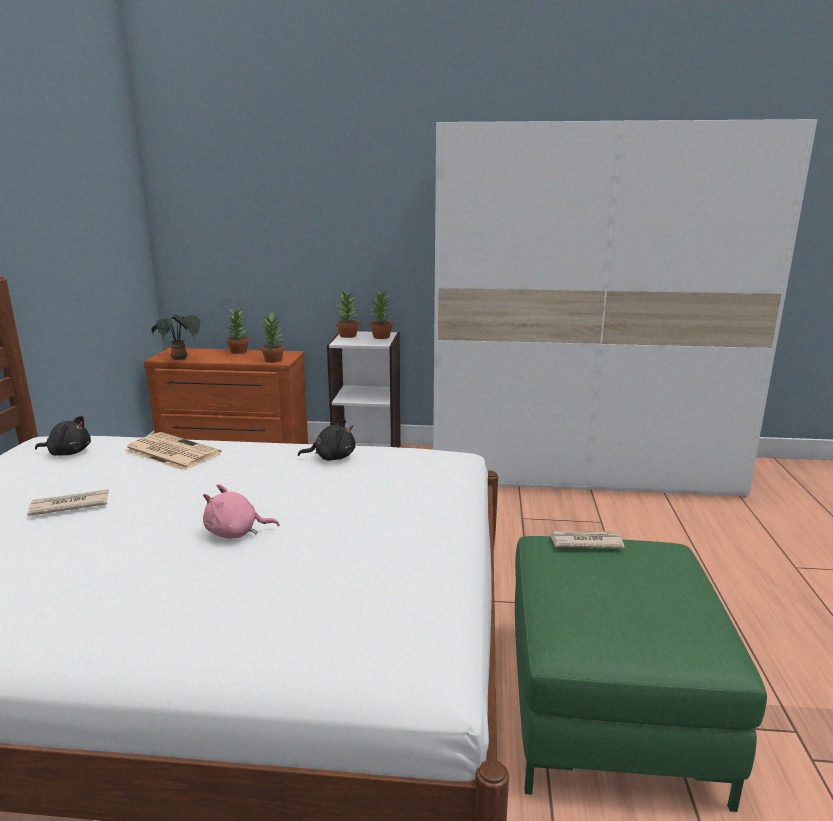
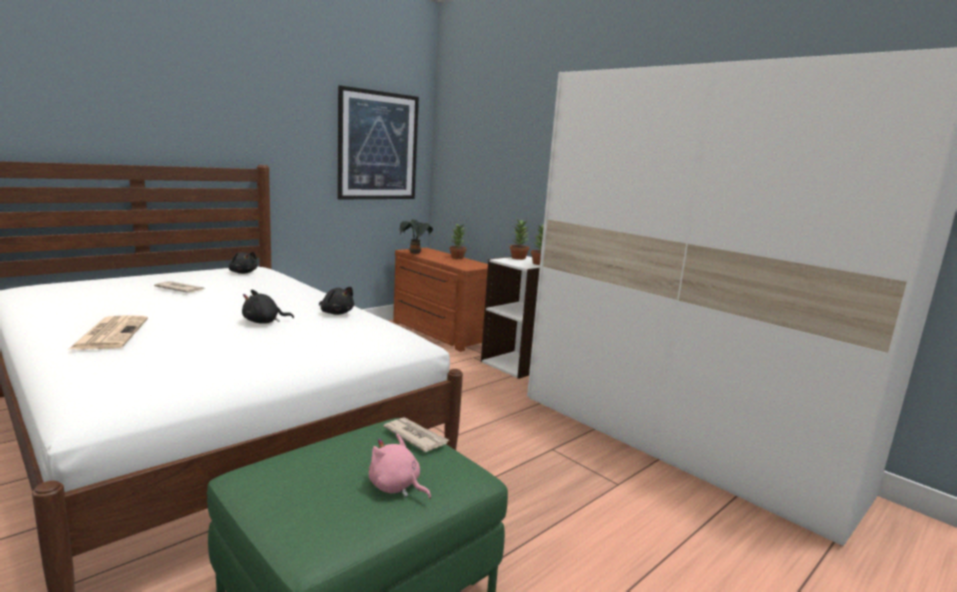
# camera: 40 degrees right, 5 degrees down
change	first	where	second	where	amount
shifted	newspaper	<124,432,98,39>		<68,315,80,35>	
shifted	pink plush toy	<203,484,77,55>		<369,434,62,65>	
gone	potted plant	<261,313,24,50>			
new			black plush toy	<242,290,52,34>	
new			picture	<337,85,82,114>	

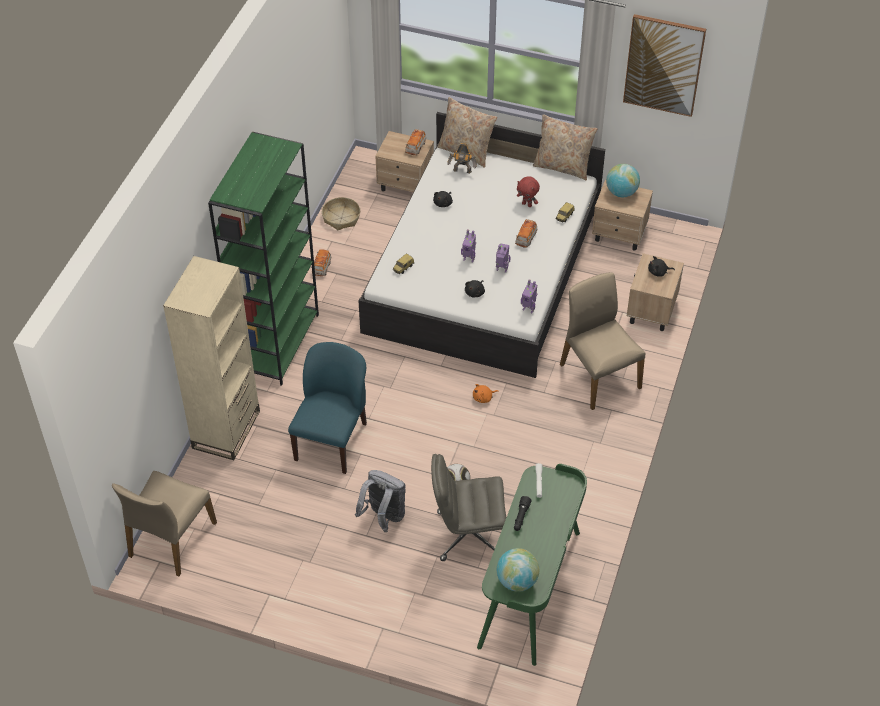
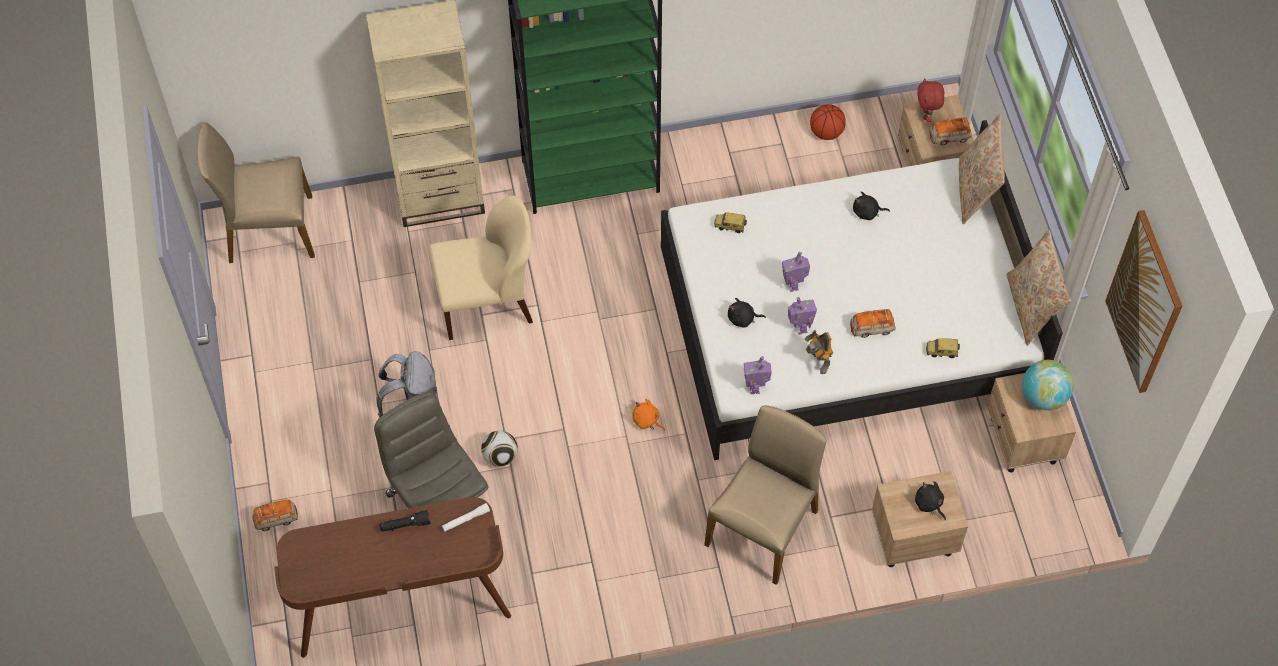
# camera: 60 degrees right, 10 degrees up
change	first	where	second	where	amount
repainted	blue chair	<288,342,79,132>	beige chair	<429,195,104,145>	
shifted	toy car	<314,249,17,27>		<252,499,46,32>	
swapped	basket	<322,197,38,33>	basketball	<810,104,36,36>	
shifted	toy robot	<447,143,30,31>		<805,330,28,44>	
repainted	green desk	<477,464,110,202>	brown desk	<275,497,236,161>	
gone	globe	<497,548,42,44>			
shifted	red plush toy	<517,176,23,31>		<917,78,27,44>	

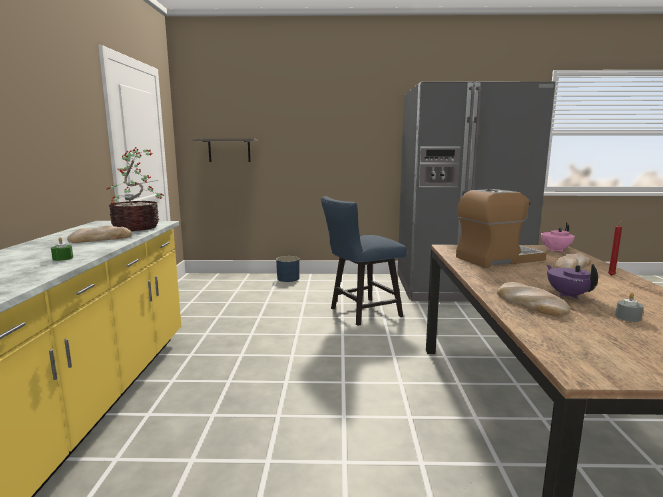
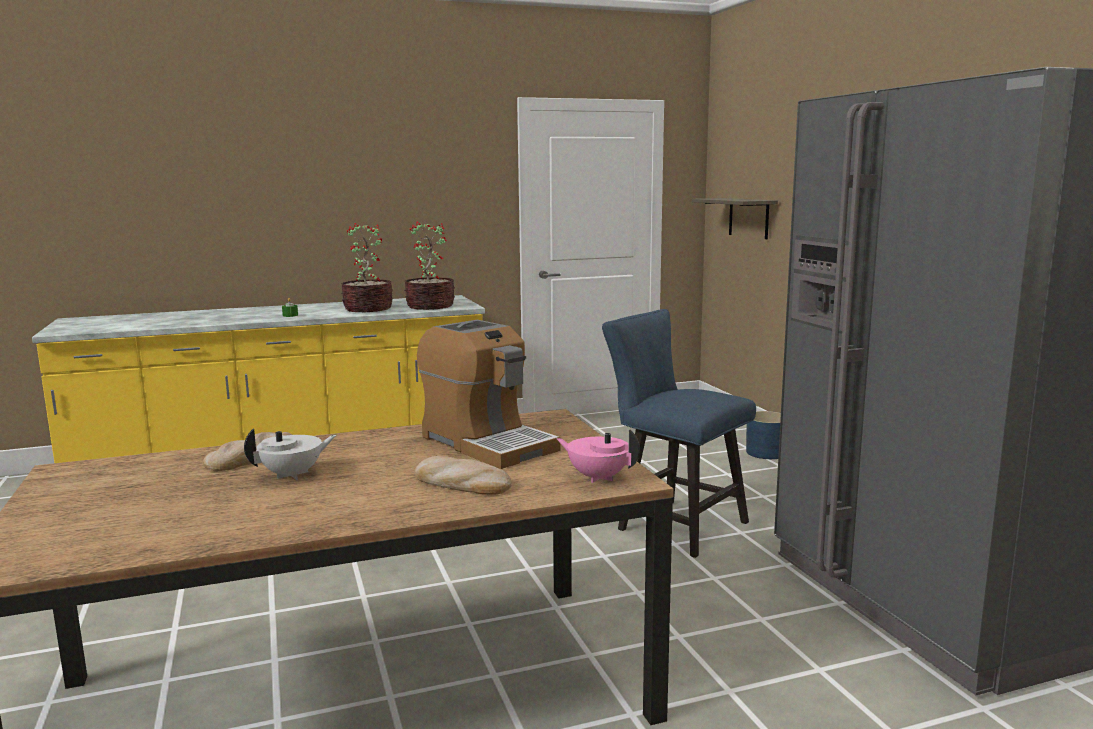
# camera: 70 degrees right, 0 degrees up
change	first	where	second	where	amount
swapped	bread	<67,226,65,17>	potted plant	<341,223,52,89>	
repainted	purple teapot	<547,264,51,35>	white teapot	<244,429,92,51>	
gone	red candle	<608,220,15,56>			
gone	grey candle	<615,293,29,29>			

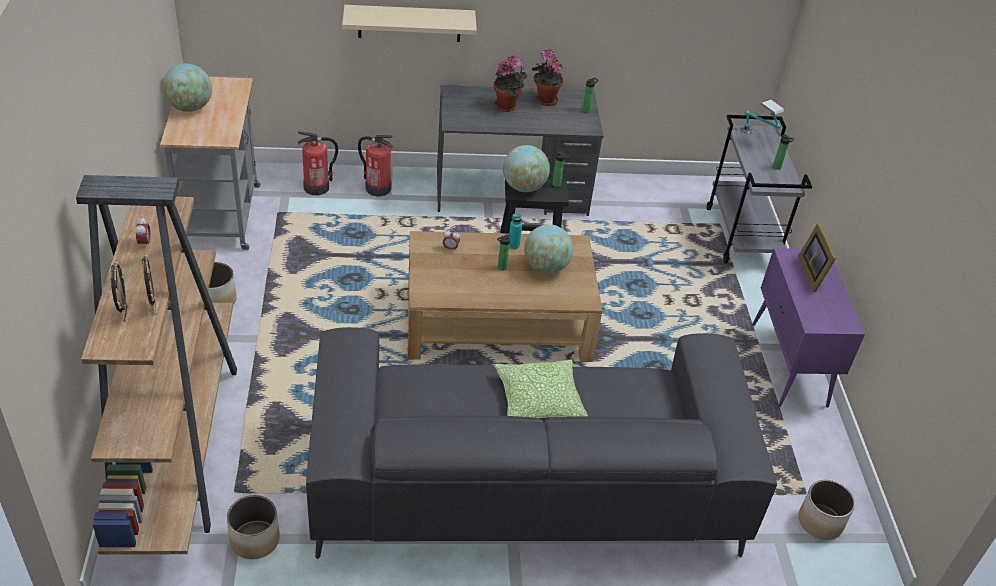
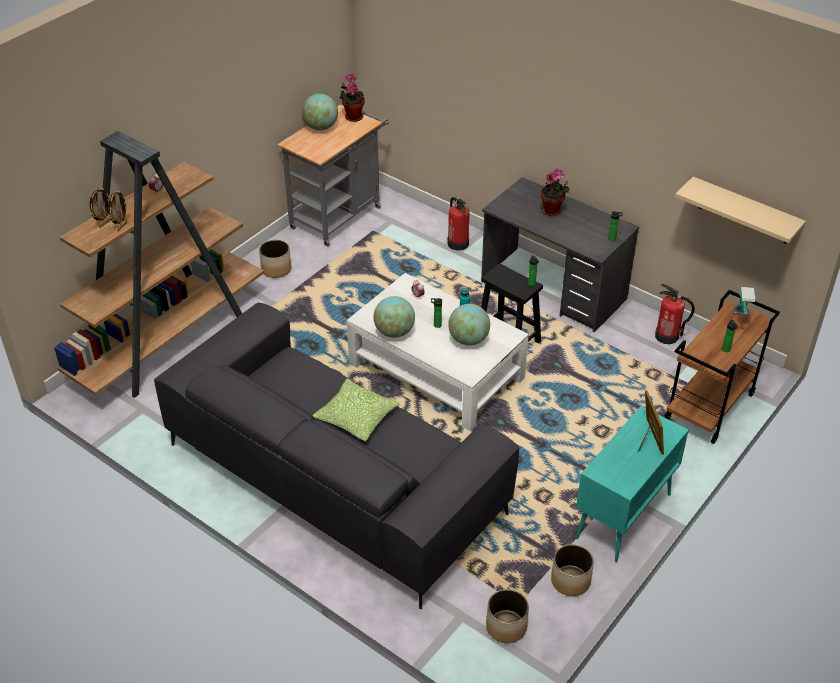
# camera: 45 degrees right, 0 degrees up
change	first	where	second	where	amount
shifted	planter	<227,495,53,64>		<551,544,43,52>	
shifted	fire extinguisher	<298,132,40,63>		<655,284,40,60>	
shifted	beige shelf	<342,5,135,37>		<675,177,131,67>	
repainted	brown coffee table	<408,231,194,131>	white coffee table	<347,273,182,158>	
shifted	globe	<503,145,47,47>		<373,296,42,42>	
shifted	potted plant	<532,49,31,57>		<339,74,26,48>	
repainted	grey cart	<707,115,105,149>	brown cart	<664,290,116,154>	
repainted	purple cabinet	<752,248,113,160>	turquoise cabinet	<575,406,114,156>	
rotated	picture frame	<798,223,38,69>		<638,390,26,65>	135 degrees clockwise

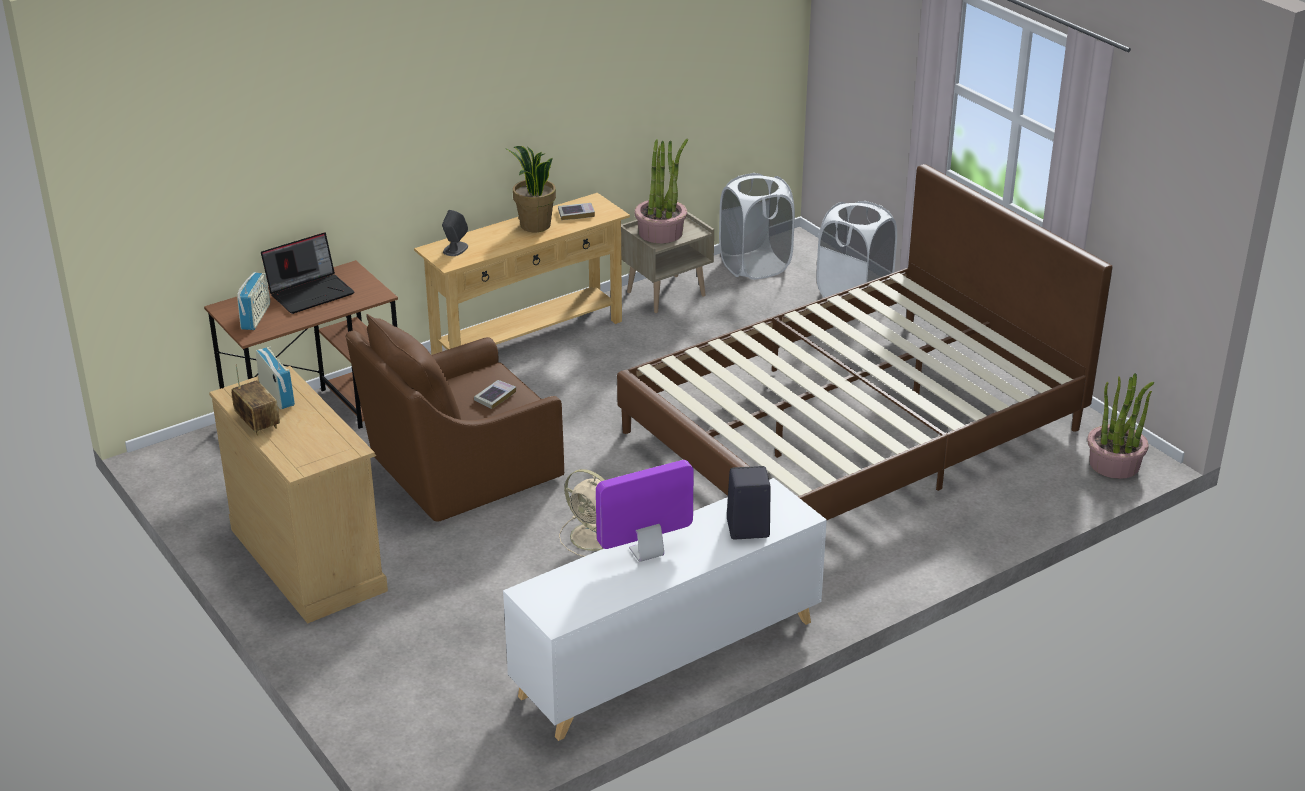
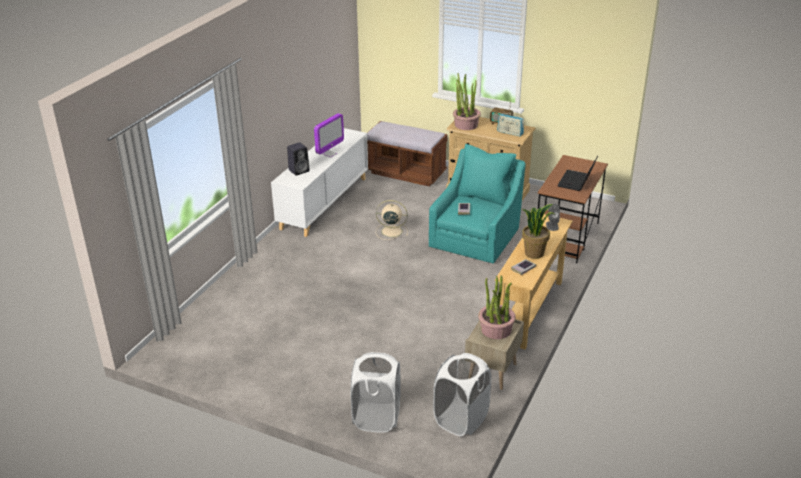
# camera: 150 degrees right, 0 degrees up
change	first	where	second	where	amount
gone	radio	<237,272,33,58>			
repainted	brown armchair	<345,314,219,208>	turquoise armchair	<429,144,97,120>	
gone	brown bed	<617,164,495,356>			
shifted	potted plant	<1087,373,67,106>		<453,73,28,57>	
new			brown bench	<367,121,81,65>	

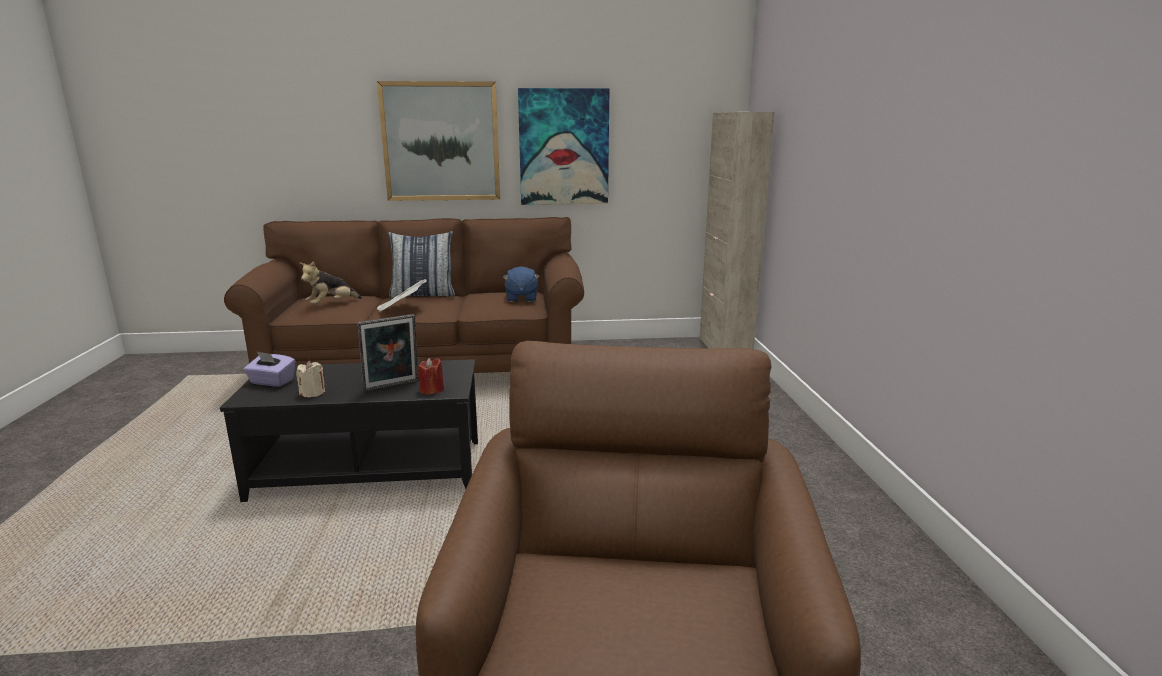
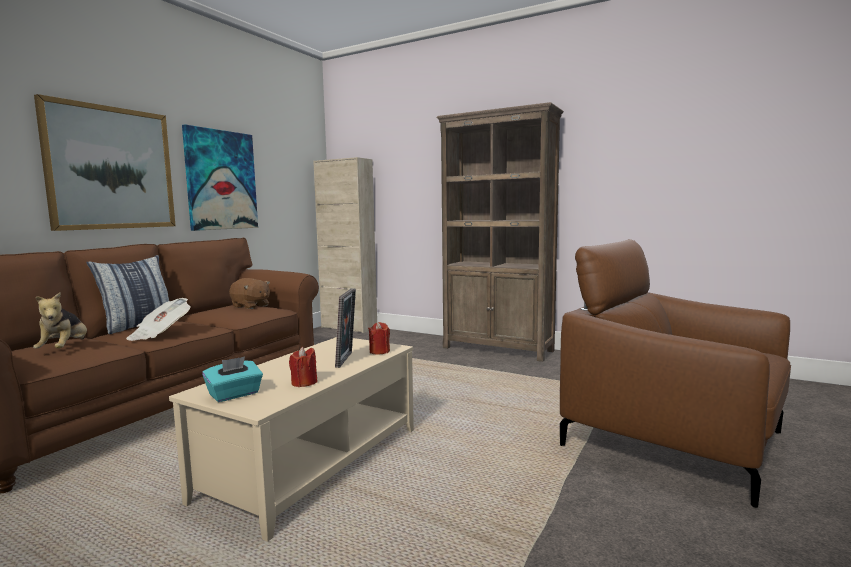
# camera: 55 degrees left, 10 degrees down
change	first	where	second	where	amount
repainted	black coffee table	<220,359,258,143>	beige coffee table	<169,337,245,205>	
repainted	purple tissue box	<244,351,51,36>	turquoise tissue box	<202,356,61,46>	
repainted	beige candle	<296,361,29,36>	red candle	<289,347,29,40>	
repainted	blue plush toy	<503,266,37,36>	brown plush toy	<229,278,41,31>	
new			brown bookcase	<436,102,128,260>	

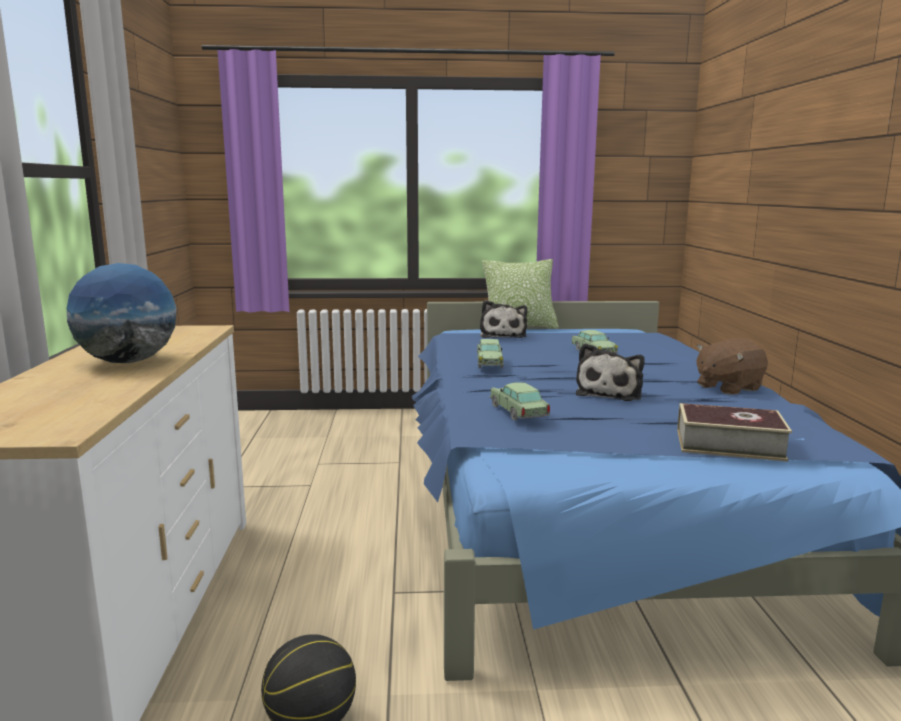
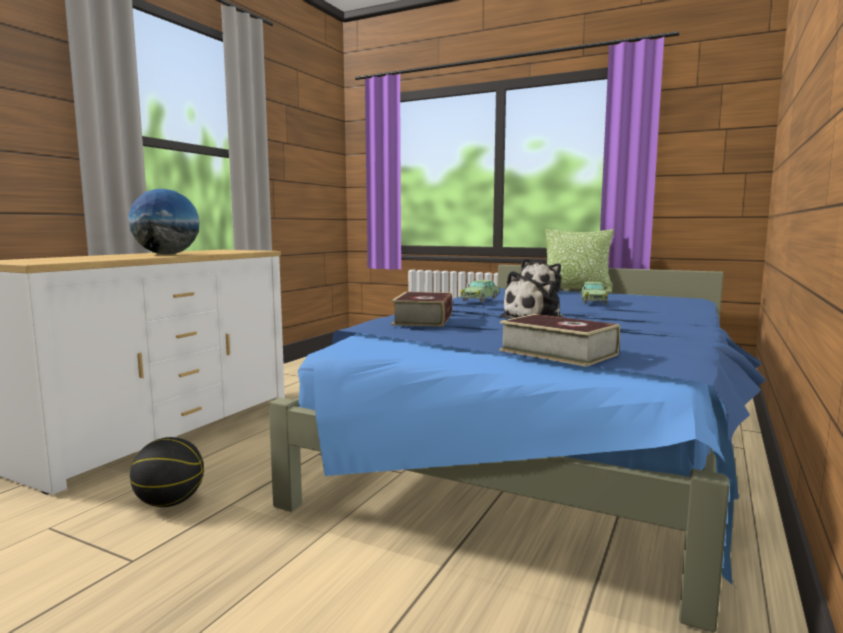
# camera: 30 degrees right, 5 degrees down
change	first	where	second	where	amount
swapped	toy car	<490,382,60,38>	book	<391,292,62,35>	
gone	brown plush toy	<697,339,71,56>			

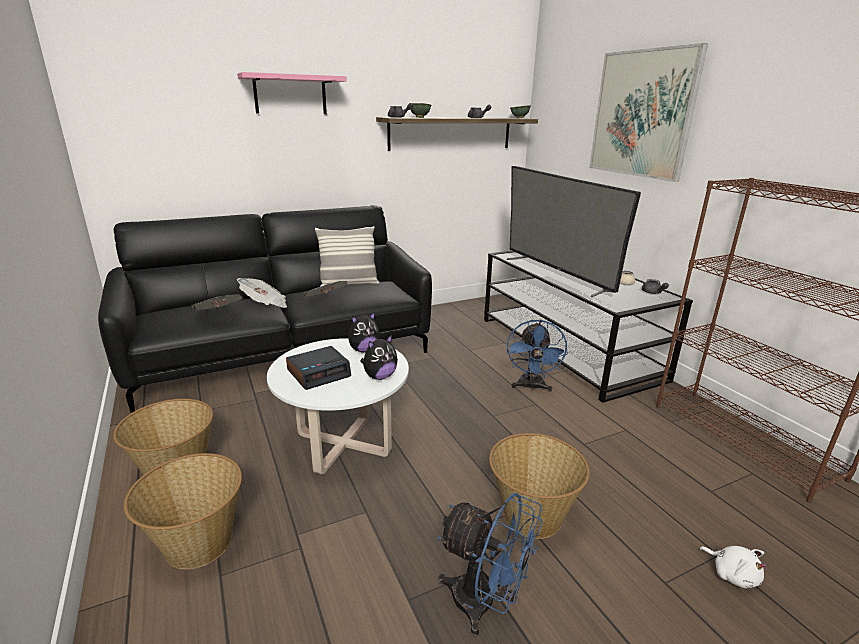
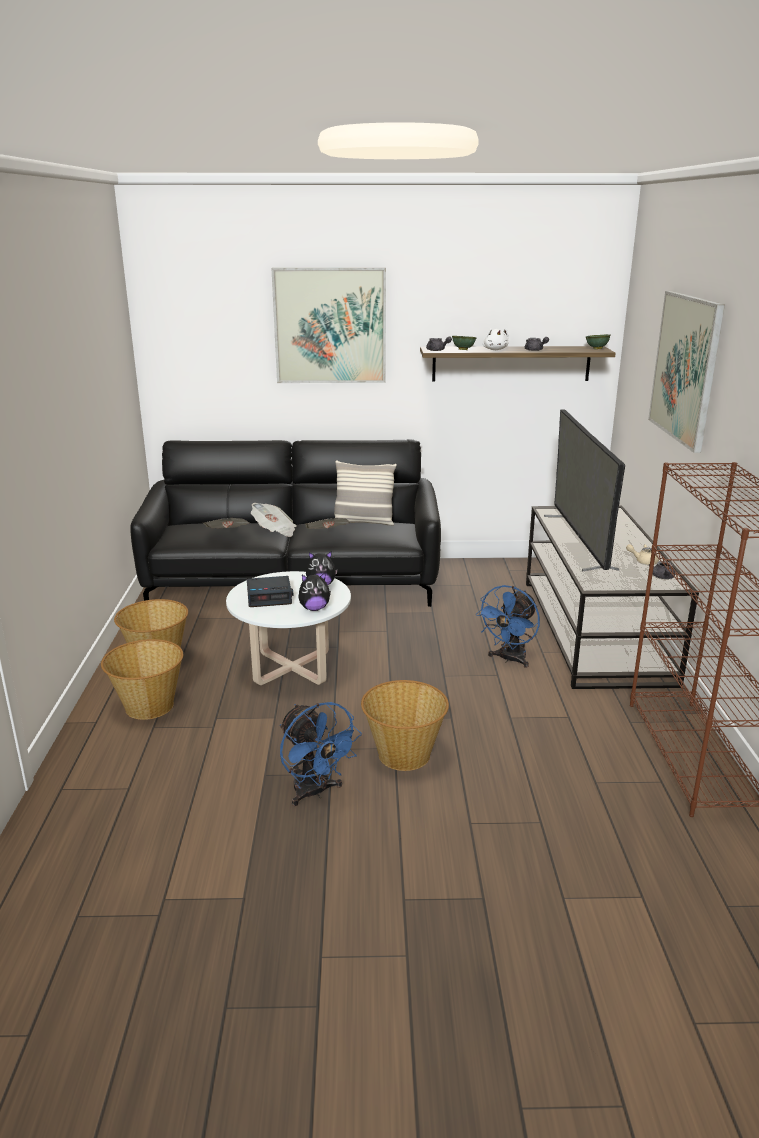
# camera: 25 degrees right, 0 degrees up
change	first	where	second	where	amount
swapped	pink shelf	<237,72,110,42>	picture	<271,268,115,115>	
shifted	white plush toy	<699,546,67,42>		<483,328,26,22>	

